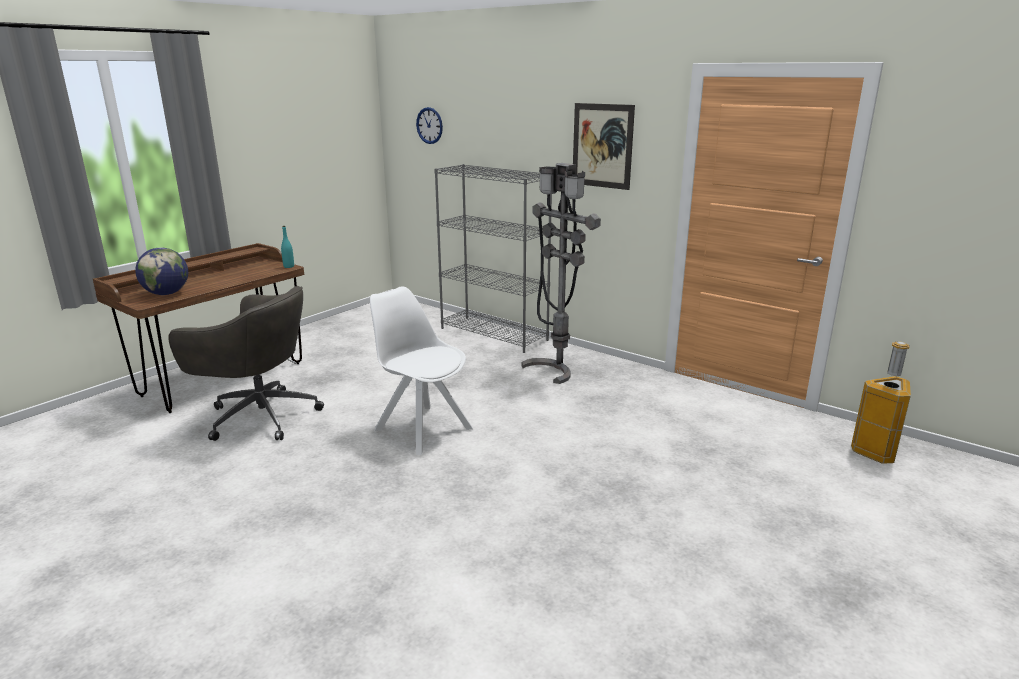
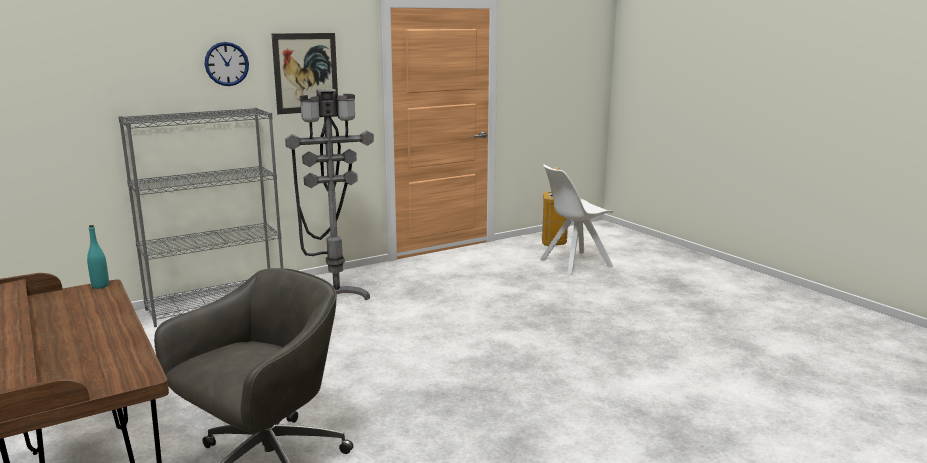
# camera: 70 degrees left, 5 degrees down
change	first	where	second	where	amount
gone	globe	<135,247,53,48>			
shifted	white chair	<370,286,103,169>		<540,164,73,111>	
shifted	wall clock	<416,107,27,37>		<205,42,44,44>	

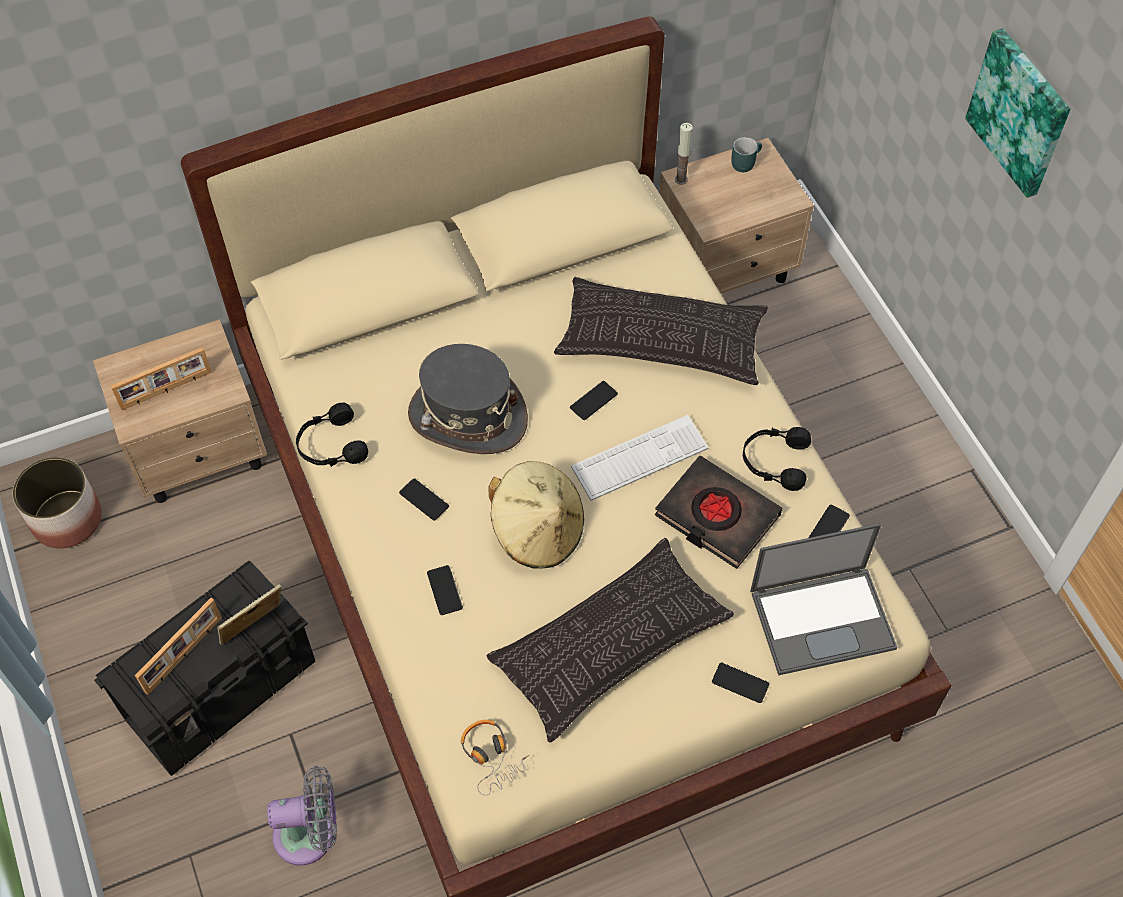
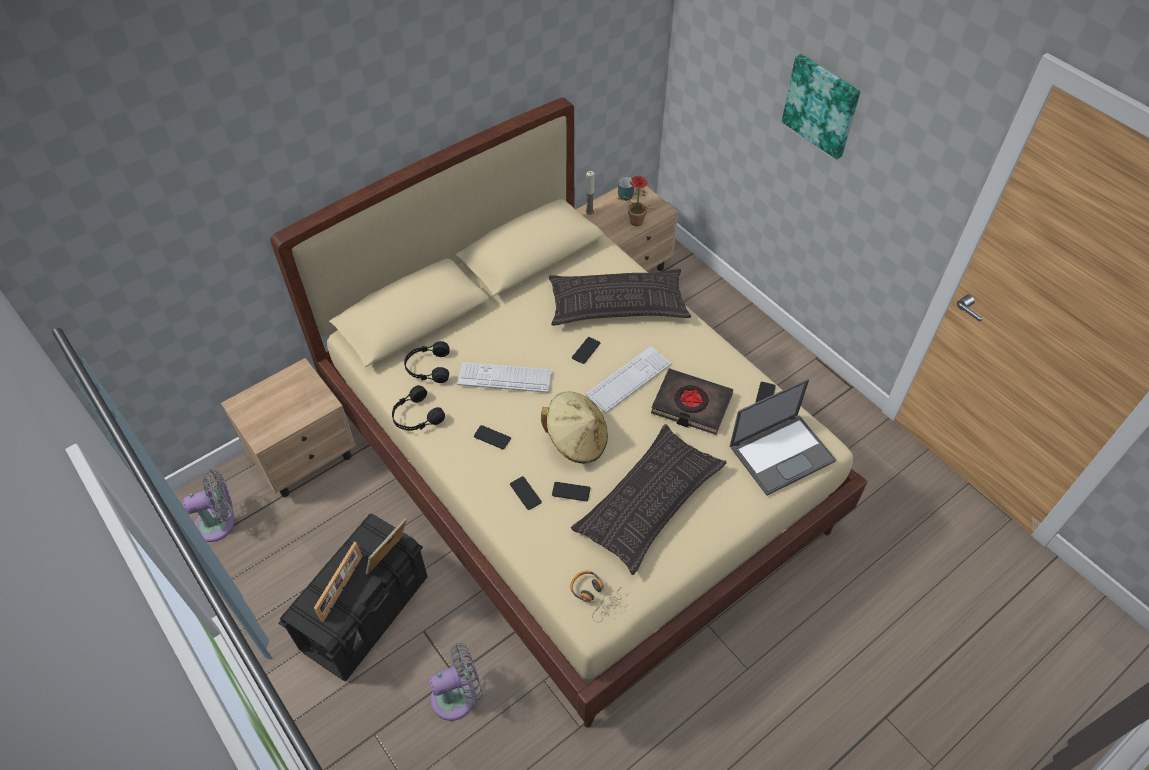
# camera: 15 degrees left, 5 degrees down
change	first	where	second	where	amount
swapped	planter	<13,457,89,92>	grey fan	<182,470,53,72>	
gone	picture frame	<111,347,101,63>			
swapped	grey hat	<408,344,120,110>	keyboard	<457,362,95,31>	
shifted	phone	<712,663,57,40>		<552,482,38,19>	
shifted	black headphones	<743,427,68,64>		<404,341,46,42>	
new			potted plant	<617,176,39,50>	

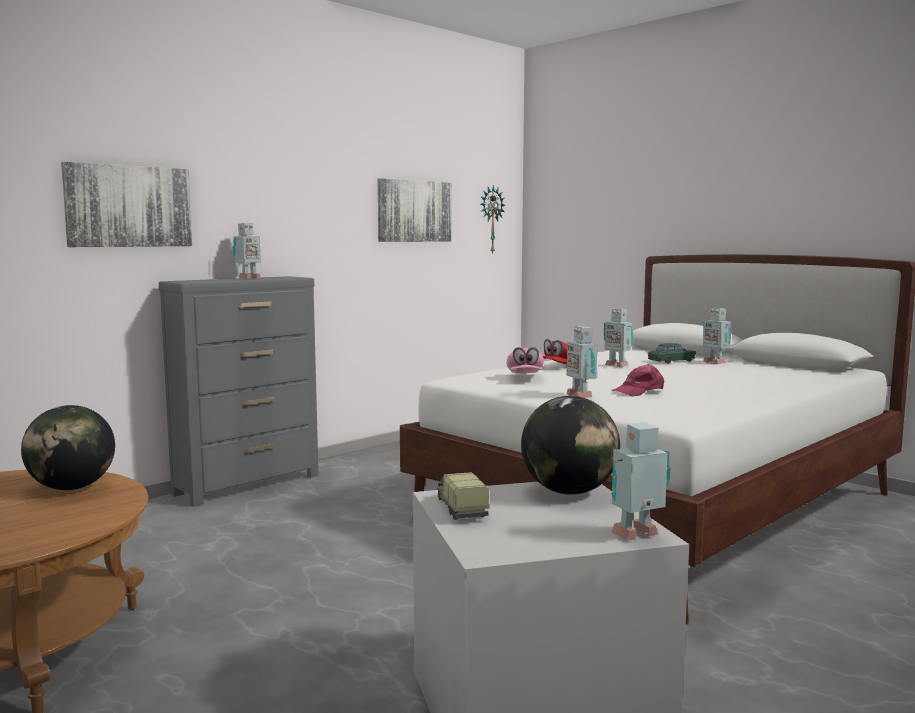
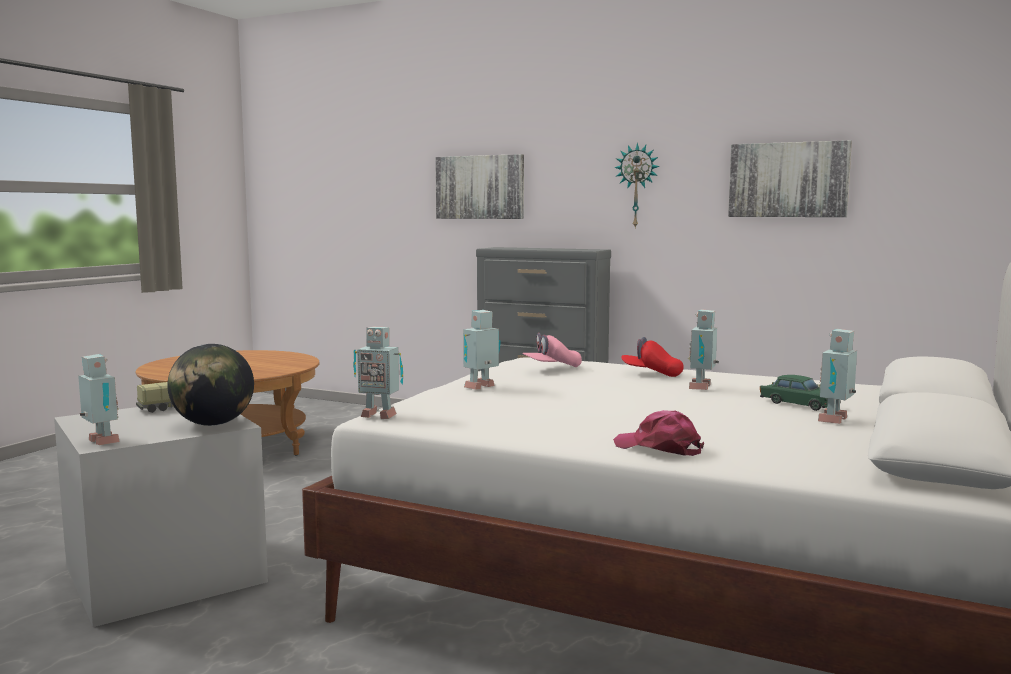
# camera: 70 degrees right, 0 degrees up
change	first	where	second	where	amount
gone	globe	<21,405,94,85>			
shifted	toy robot	<233,223,28,55>		<353,327,50,92>	
shifted	wall clock	<480,185,25,68>		<614,143,46,85>	
shifted	pink cap	<612,364,52,32>		<613,410,91,46>	

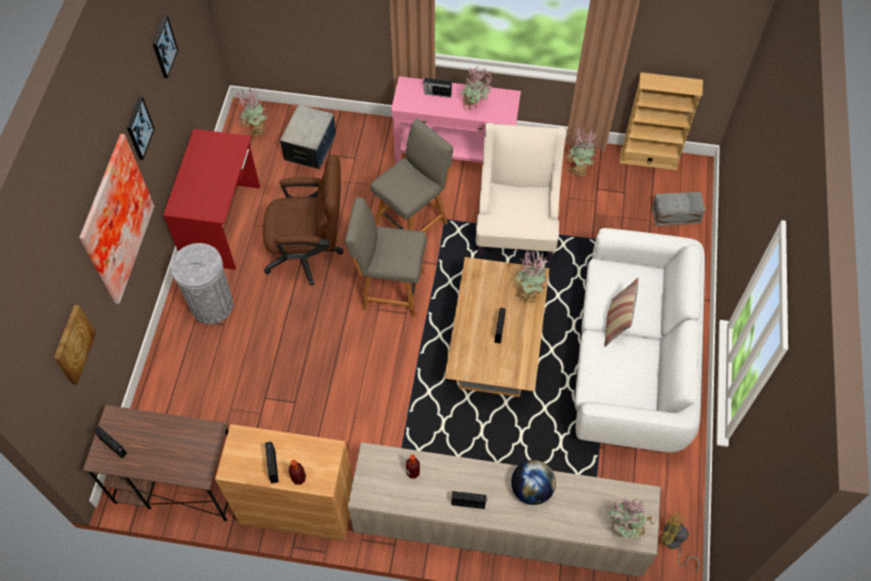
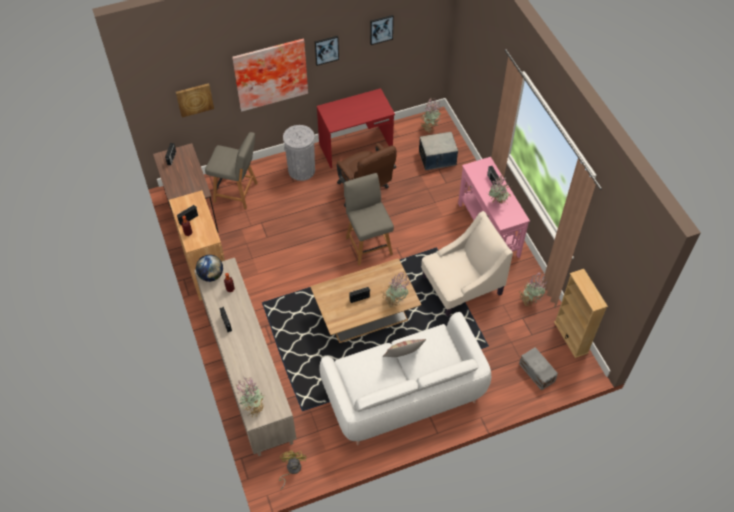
# camera: 60 degrees right, 5 degrees down
change	first	where	second	where	amount
shifted	grey chair	<370,119,83,114>		<205,132,53,77>	
shifted	globe	<511,460,45,45>		<196,255,27,27>	

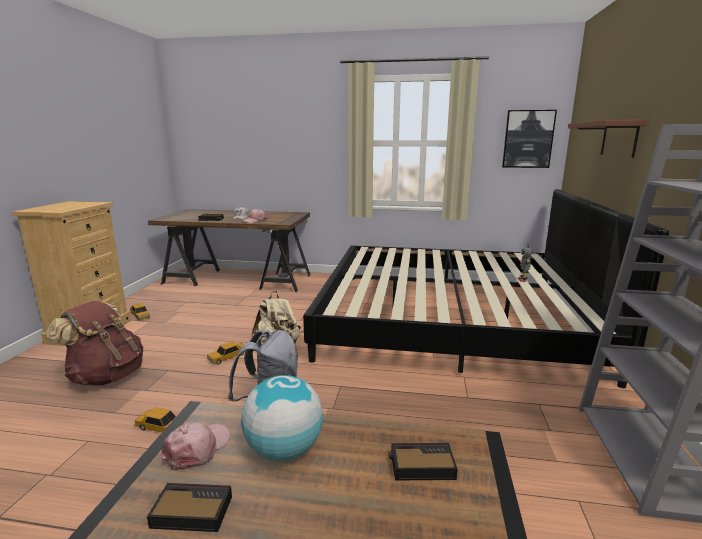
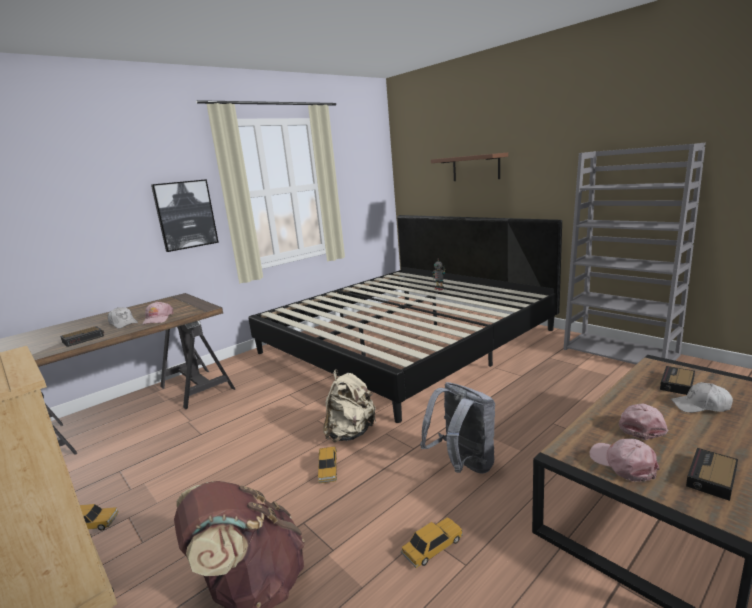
# camera: 50 degrees left, 0 degrees up
change	first	where	second	where	amount
swapped	globe	<241,375,82,86>	pink cap	<619,404,49,36>	
shifted	picture	<502,110,55,58>		<151,179,68,73>	
new			white cap	<671,382,62,31>	

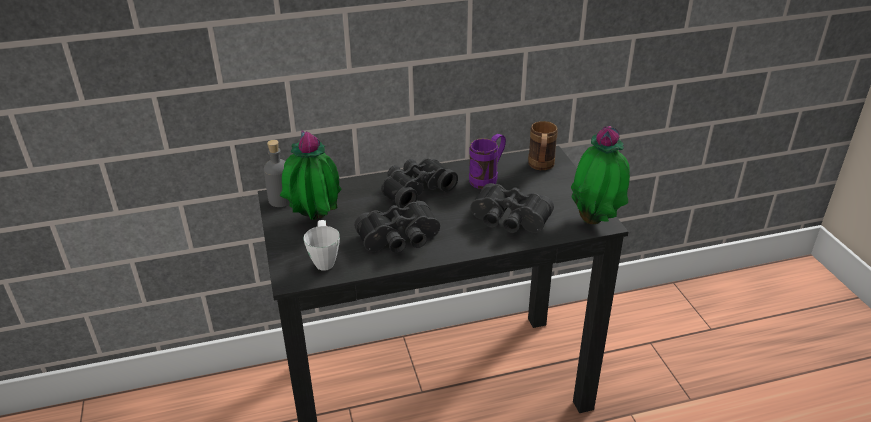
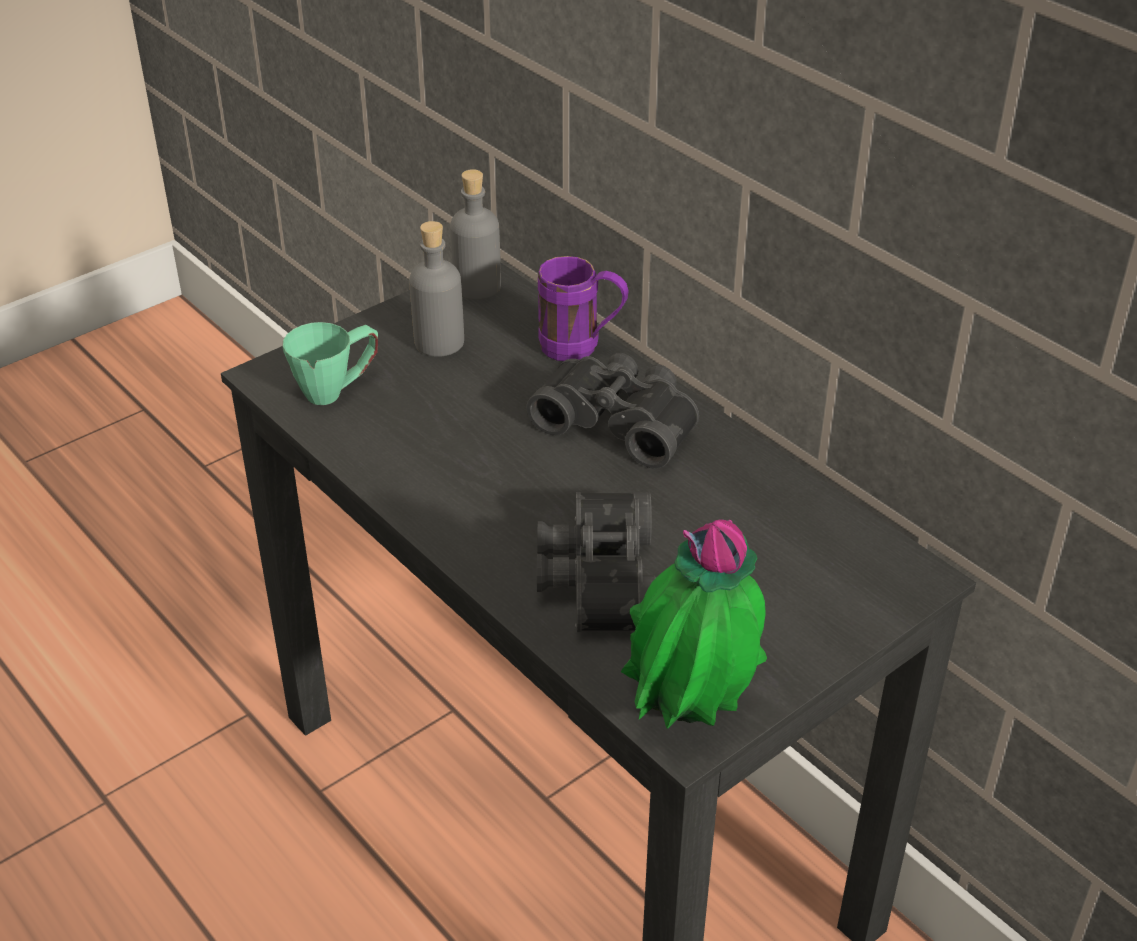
# camera: 65 degrees right, 5 degrees up
change	first	where	second	where	amount
swapped	potted plant	<280,130,61,90>	grey bottle	<409,221,55,136>	
repainted	white mug	<303,220,37,51>	green mug	<283,322,95,83>	
gone	black binoculars	<354,201,86,52>			
shifted	purple mug	<469,134,37,55>		<538,256,91,105>	
gone	brown mug	<528,121,30,49>			

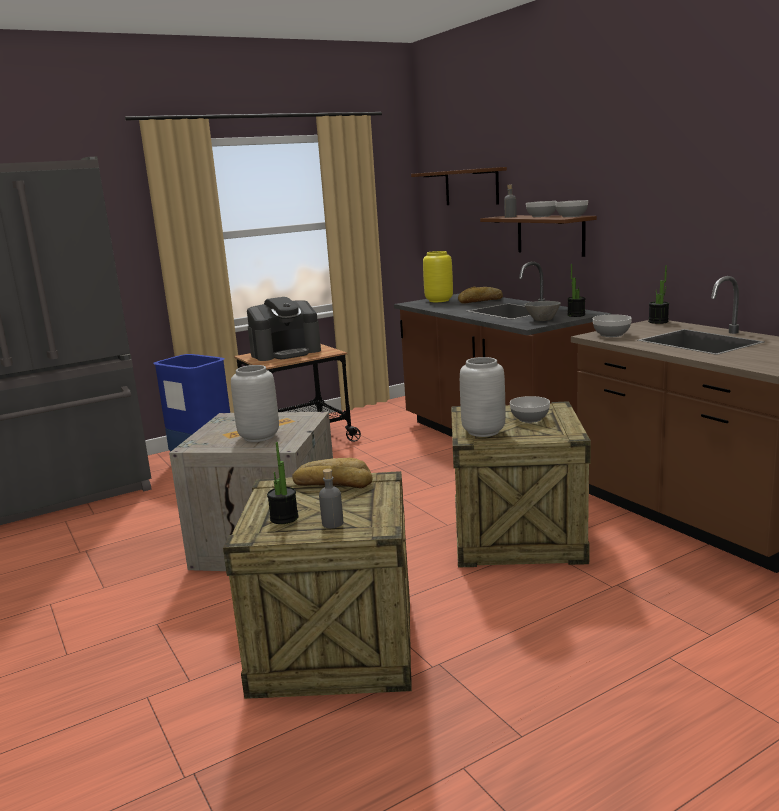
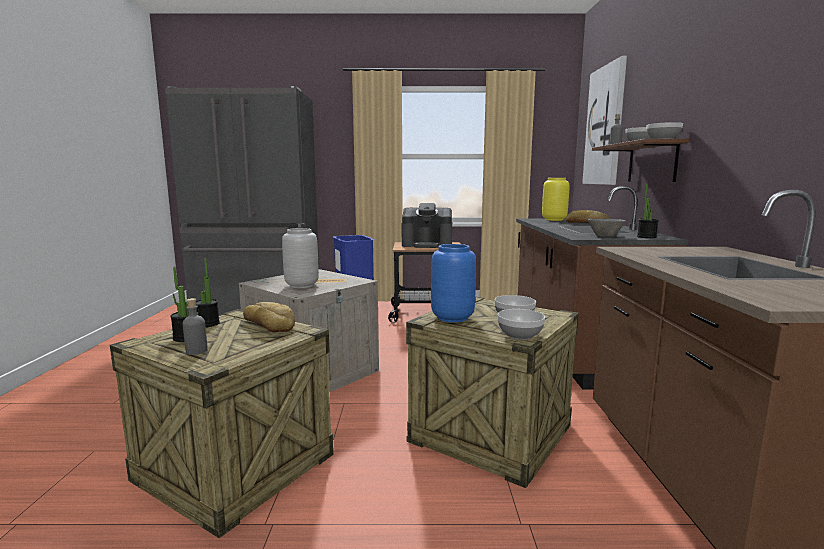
# camera: 30 degrees right, 5 degrees down
change	first	where	second	where	amount
swapped	brown shelf	<411,167,96,38>	picture	<582,56,45,129>	
repainted	grey vase	<460,357,46,80>	blue vase	<431,244,45,78>	
shifted	bowl	<593,314,39,23>		<498,309,47,31>	
shifted	potted plant	<648,265,21,59>		<196,258,24,69>	

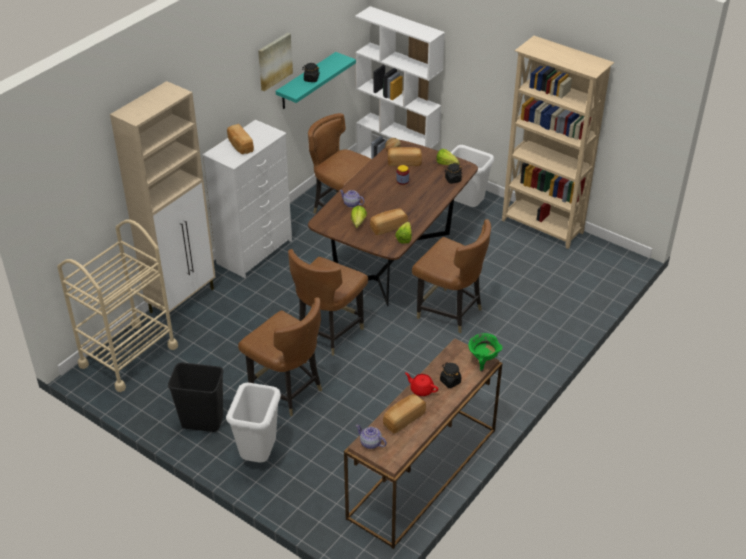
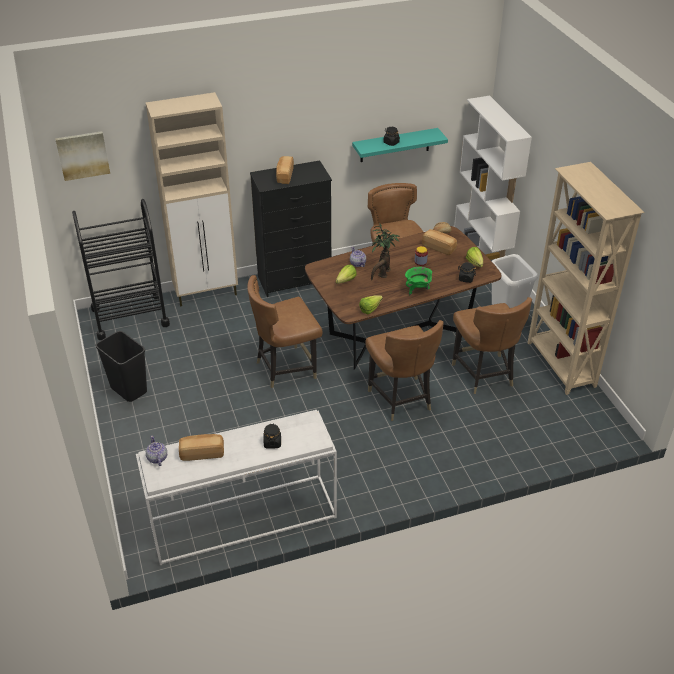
# camera: 35 degrees right, 0 degrees up
change	first	where	second	where	amount
repainted	beige cart	<57,219,121,173>	black cart	<72,199,98,141>	
repainted	white dresser	<202,120,90,158>	black dresser	<250,160,82,137>	
gone	white trash can	<226,382,55,80>			
shifted	brown chair	<238,298,84,118>		<452,297,80,97>	
shifted	picture	<258,33,35,58>		<55,131,55,50>	
repainted	brown console table	<344,338,159,211>	white console table	<136,410,201,155>	
gone	bread	<370,209,38,26>			
gone	red teapot	<405,372,33,24>			
shifted	green cooking pot	<468,333,35,39>		<405,267,27,28>	
new			potted plant	<371,223,28,57>	

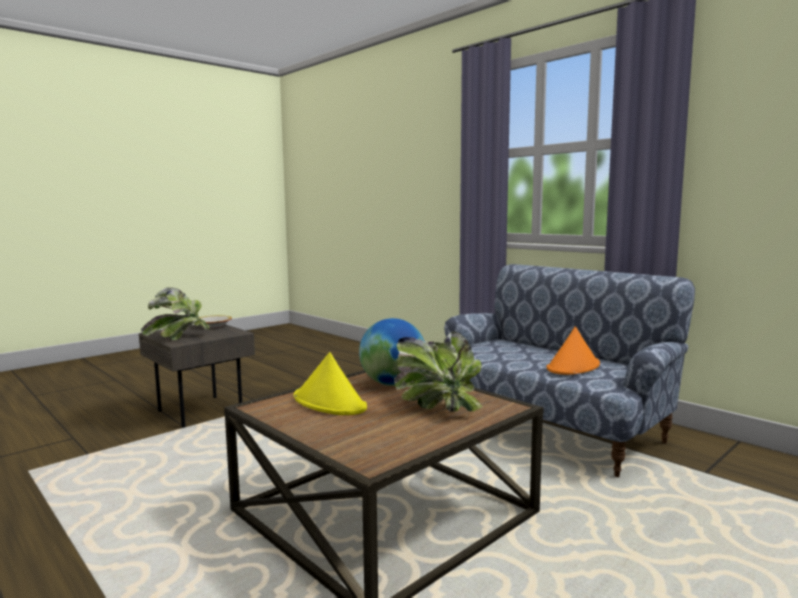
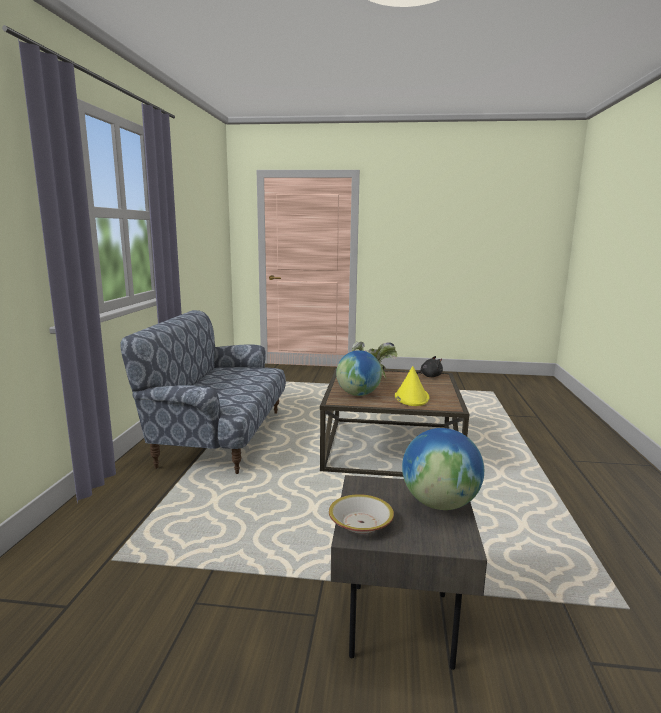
# camera: 130 degrees left, 5 degrees up
change	first	where	second	where	amount
swapped	potted plant	<141,287,69,53>	globe	<402,428,82,82>	
gone	orange hat	<547,326,53,49>			
new			black plush toy	<416,356,27,21>	

